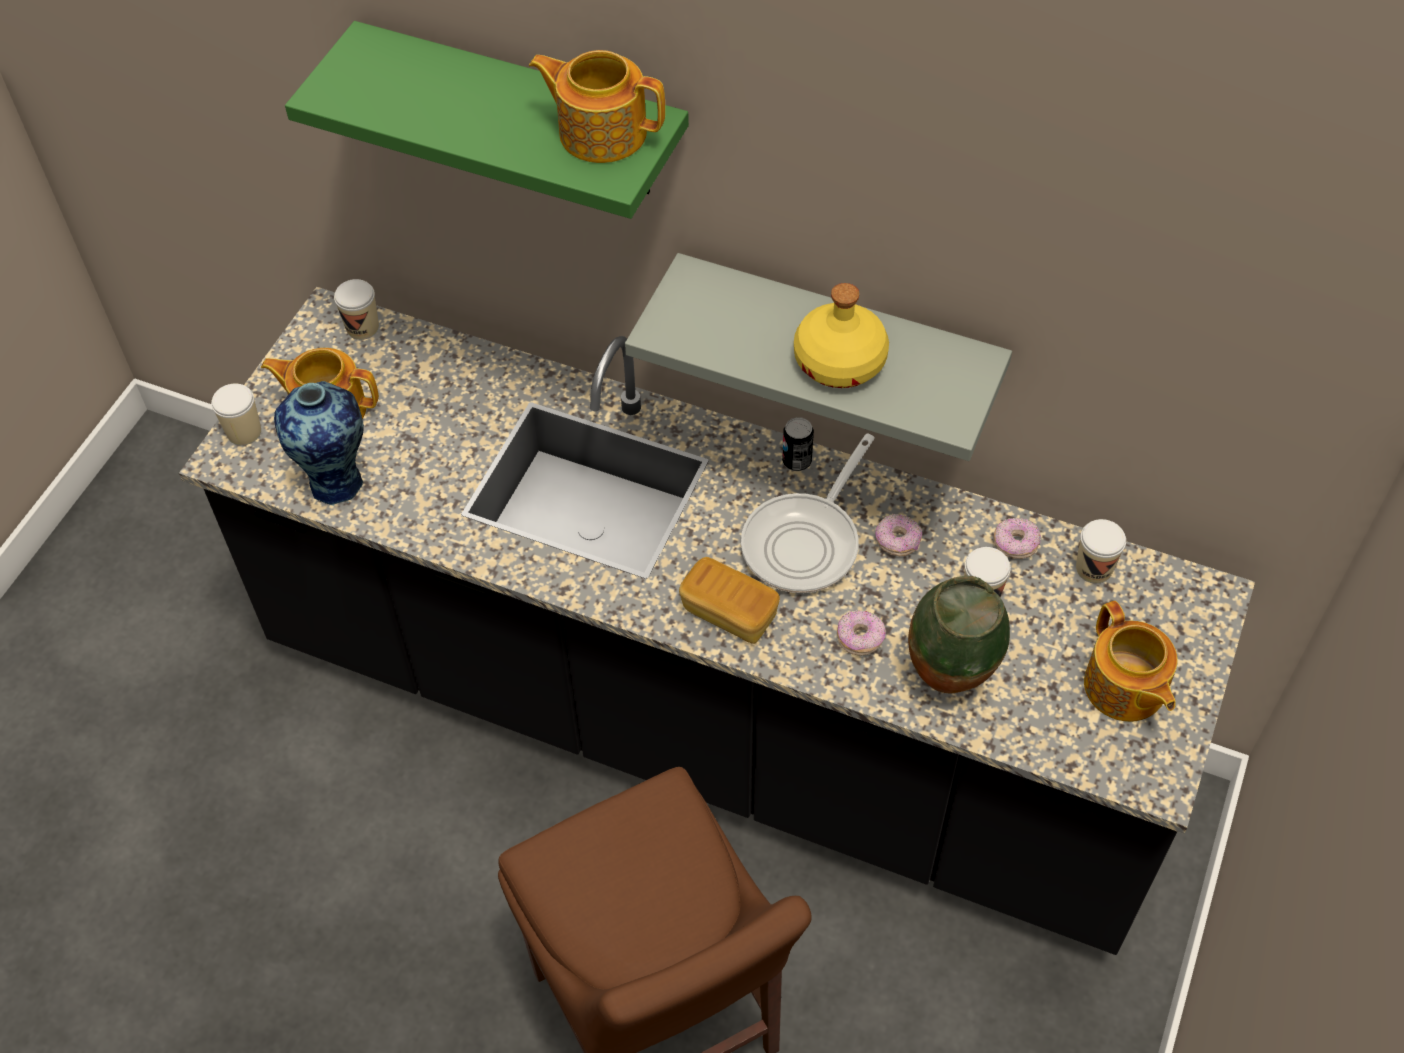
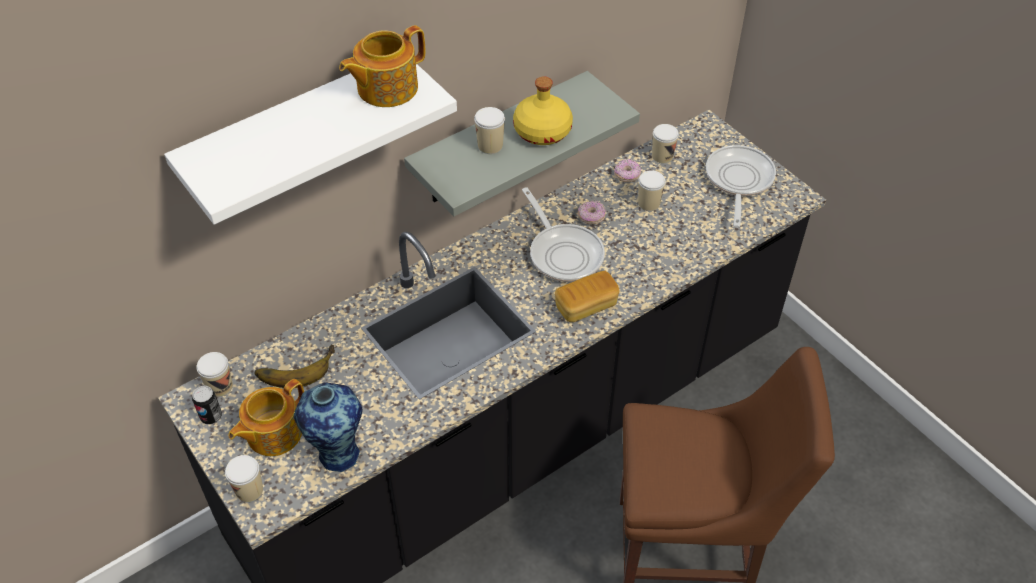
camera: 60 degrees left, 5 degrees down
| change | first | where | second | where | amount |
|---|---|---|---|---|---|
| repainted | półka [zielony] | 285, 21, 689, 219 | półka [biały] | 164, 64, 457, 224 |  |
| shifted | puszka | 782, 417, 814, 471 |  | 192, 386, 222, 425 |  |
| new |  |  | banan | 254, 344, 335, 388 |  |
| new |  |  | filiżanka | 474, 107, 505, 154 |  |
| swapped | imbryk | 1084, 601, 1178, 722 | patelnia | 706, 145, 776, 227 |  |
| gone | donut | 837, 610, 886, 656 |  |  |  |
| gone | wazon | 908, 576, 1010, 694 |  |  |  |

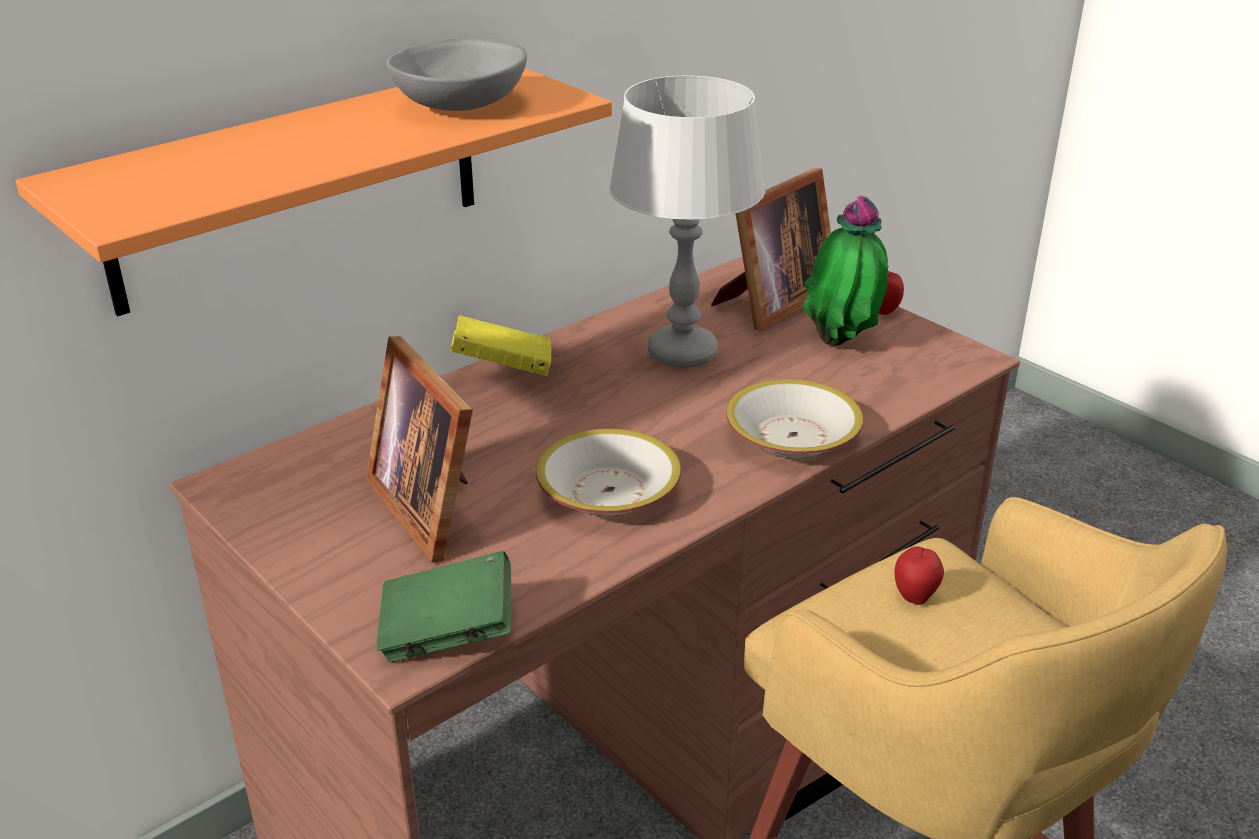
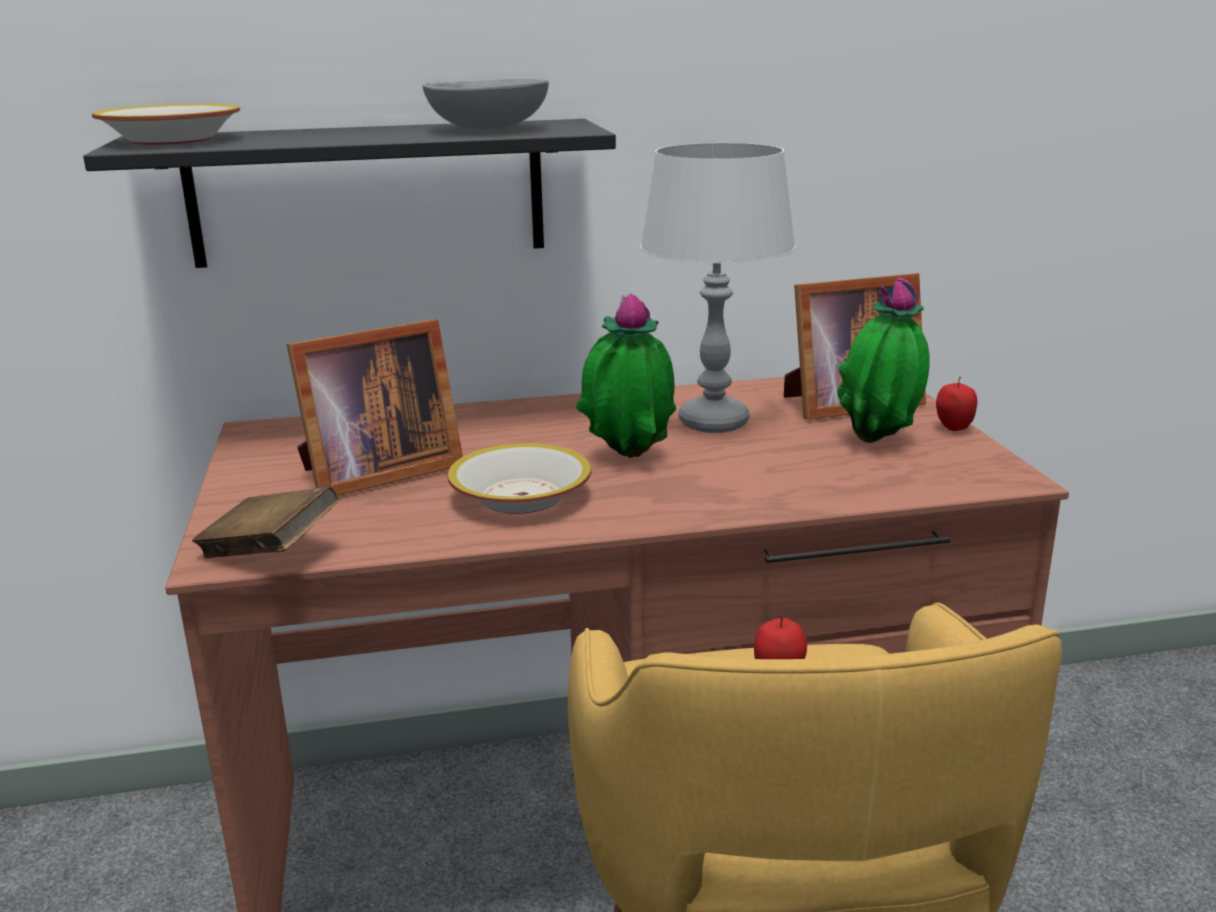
camera: 30 degrees right, 10 degrees down
| change | first | where | second | where | amount |
|---|---|---|---|---|---|
| repainted | półka [pomarańczowy] | 15, 68, 612, 316 | półka [czarny] | 83, 119, 616, 268 |  |
| shifted | miska | 726, 379, 863, 458 |  | 92, 104, 240, 145 |  |
| repainted | książka [zielony] | 376, 551, 511, 662 | książka [brązowy] | 192, 486, 338, 558 |  |
| rotated | ramka na zdjęcie | 366, 336, 473, 563 |  | 287, 319, 463, 496 | 120 degrees counterclockwise |
| new |  |  | roślina doniczkowa | 576, 293, 676, 458 |  |
| gone | książka [żółty] | 451, 315, 551, 376 |  |  |  |

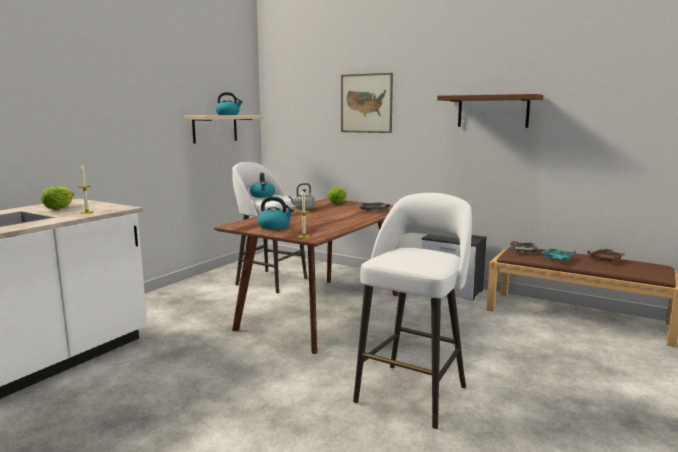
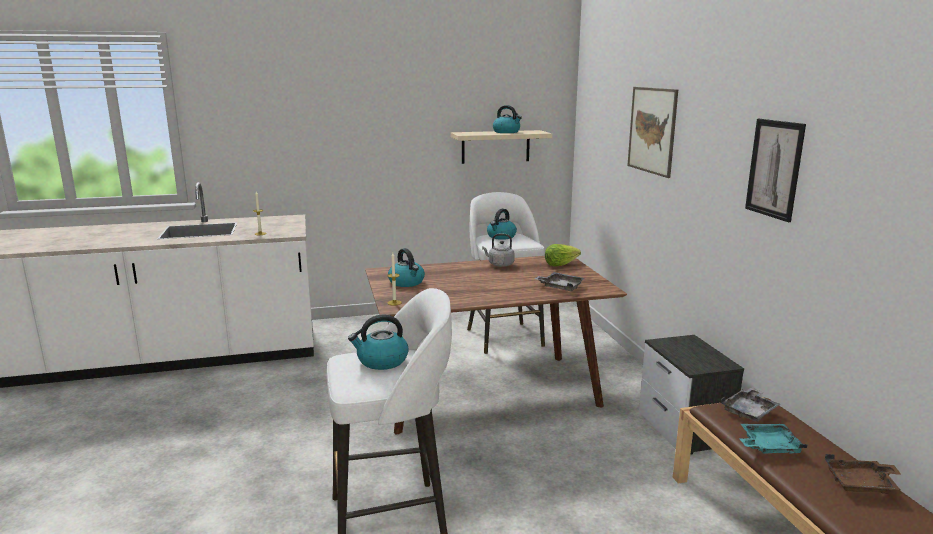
camera: 45 degrees right, 5 degrees up
| change | first | where | second | where | amount |
|---|---|---|---|---|---|
| new |  |  | czajnik | 348, 315, 409, 370 |  |
| swapped | półka [brązowy] | 437, 94, 543, 128 | obraz | 745, 119, 806, 222 |  |
| gone | sałata | 41, 186, 74, 210 |  |  |  |

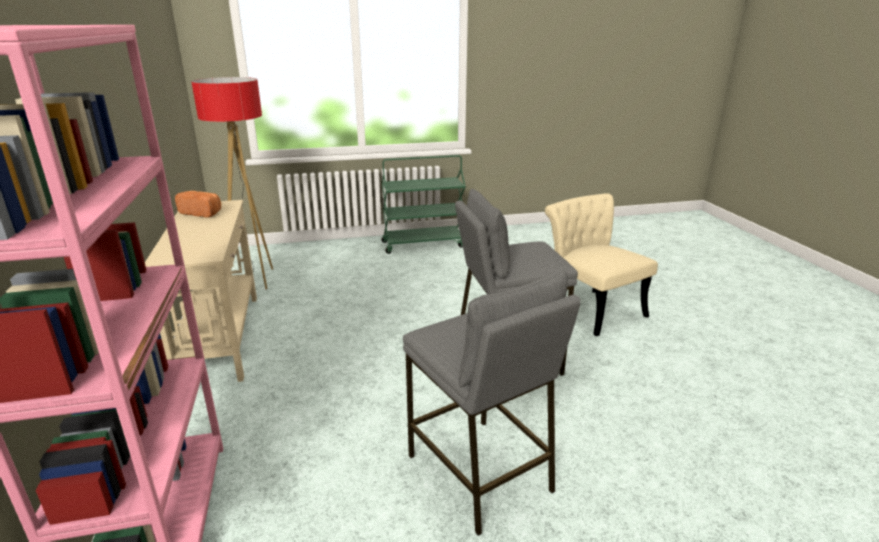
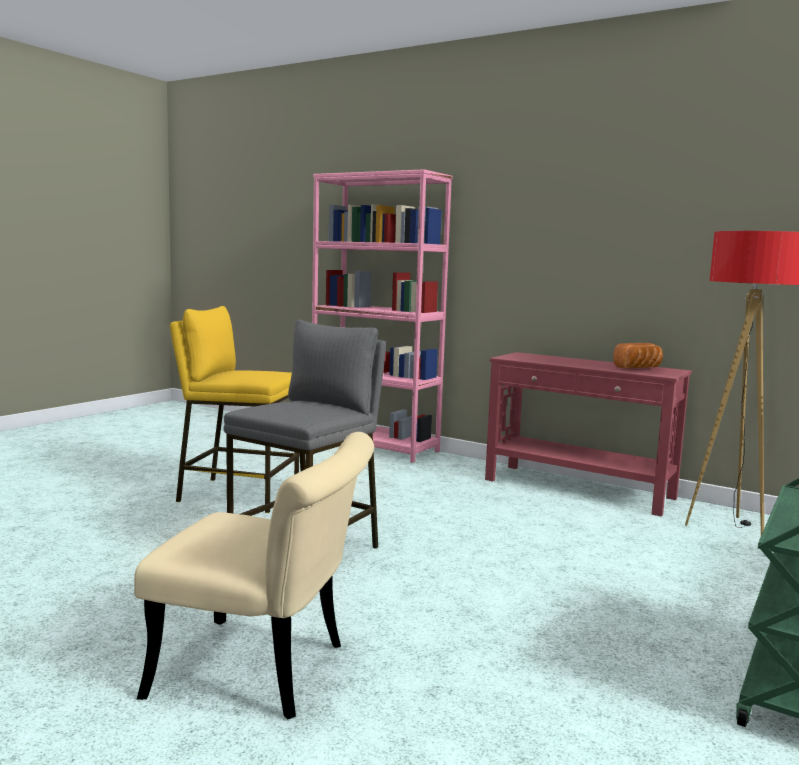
camera: 135 degrees right, 15 degrees down
| change | first | where | second | where | amount |
|---|---|---|---|---|---|
| repainted | stołek [szary] | 403, 270, 581, 536 | stołek [żółty] | 170, 306, 299, 513 |  |
| repainted | stolik konsolowy [beżowy] | 145, 200, 257, 382 | stolik konsolowy [czerwony] | 485, 352, 692, 517 |  |

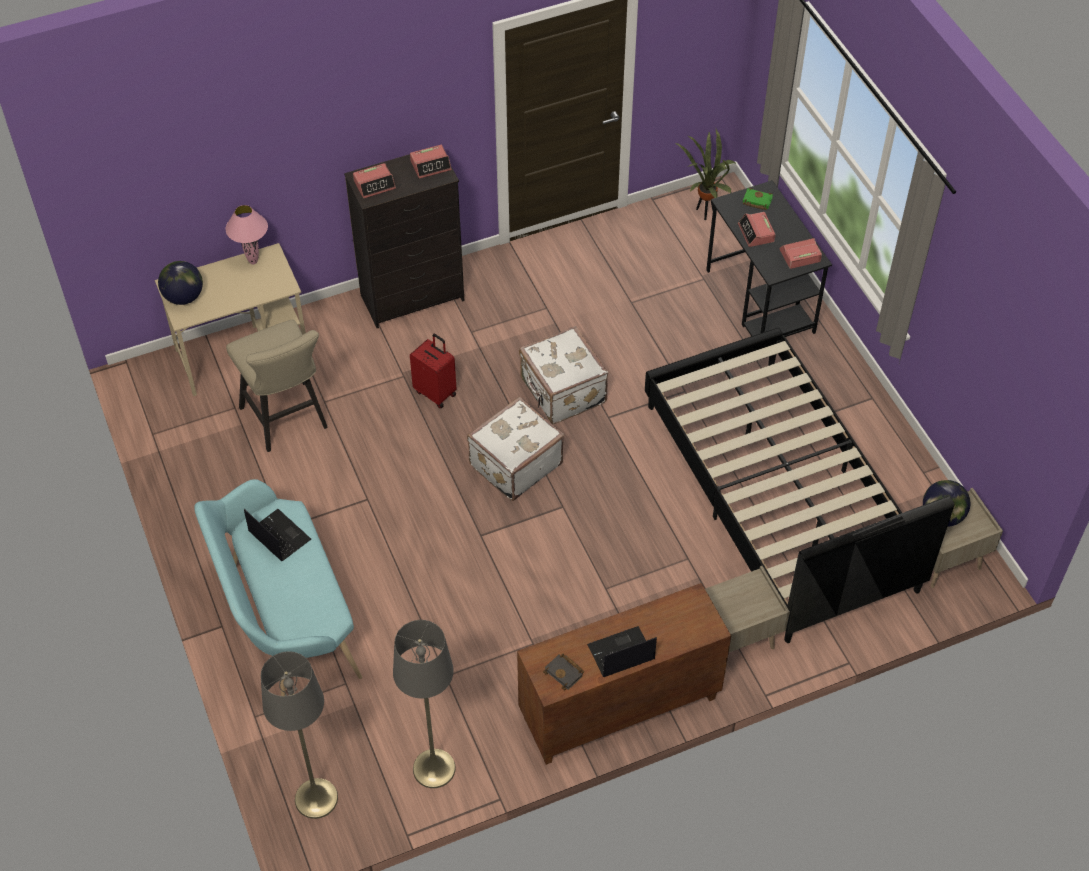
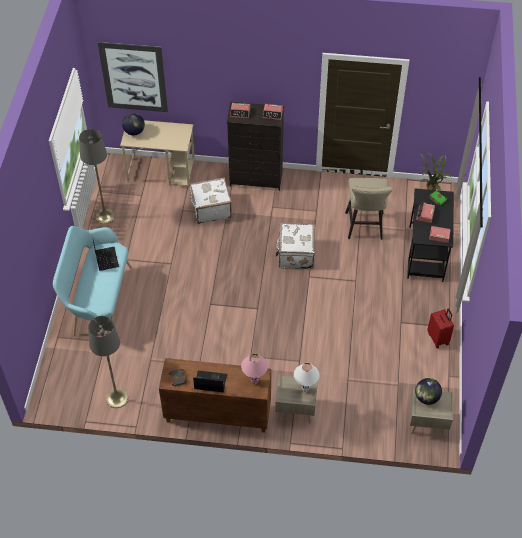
camera: 30 degrees right, 0 degrees up
| change | first | where | second | where | amount |
|---|---|---|---|---|---|
| shifted | lampa stojąca [szary] | 261, 651, 338, 819 |  | 79, 129, 115, 224 |  |
| new |  |  | obraz | 98, 42, 168, 112 |  |
| shifted | walizka [biały] | 467, 396, 564, 501 |  | 189, 177, 232, 224 |  |
| shifted | lampa stołowa [różowy] | 226, 205, 268, 264 |  | 241, 354, 268, 384 |  |
| new |  |  | lampa stołowa [biały] | 294, 363, 320, 392 |  |
| shifted | stołek [beżowy] | 226, 320, 328, 452 |  | 345, 178, 393, 240 |  |
| shifted | walizka [czerwony] | 410, 334, 457, 408 |  | 427, 309, 454, 348 |  |
| gone | łóżko [czarny] | 645, 328, 955, 643 |  |  |  |

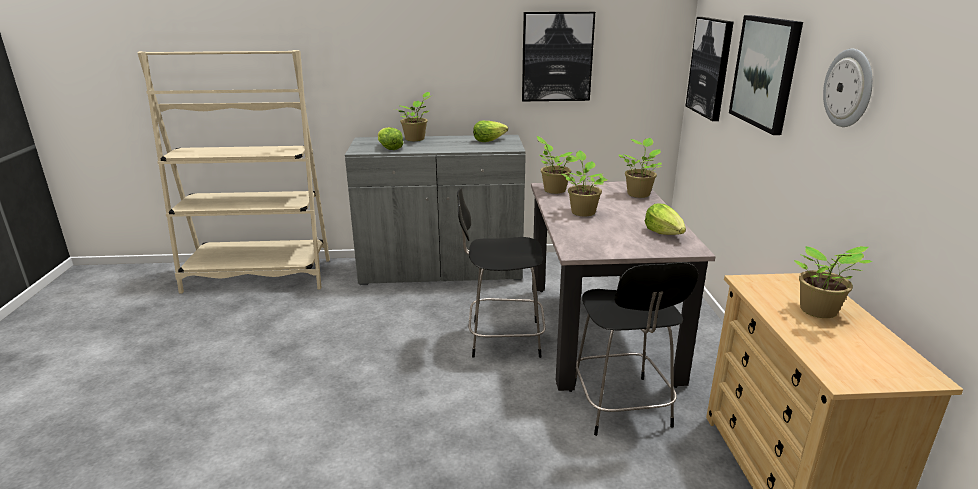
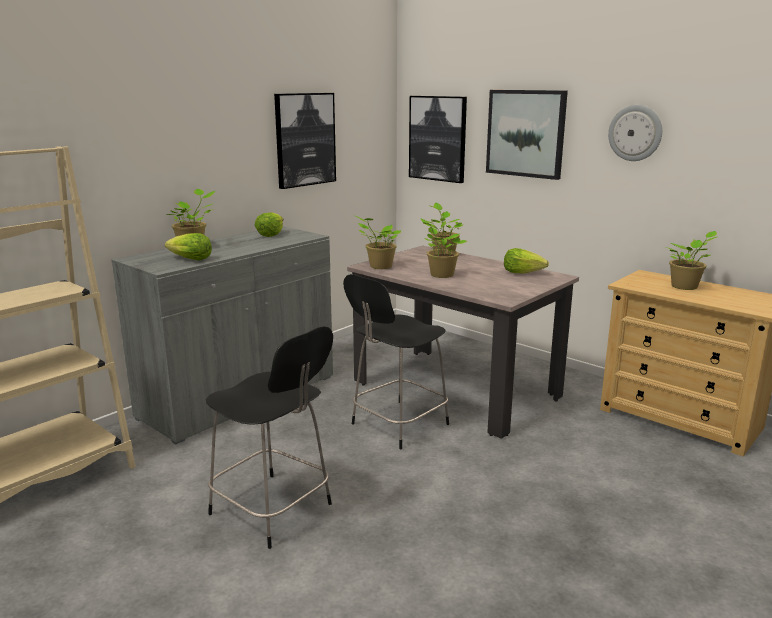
camera: 45 degrees left, 5 degrees down
| change | first | where | second | where | amount |
|---|---|---|---|---|---|
| shifted | stołek [czarny] | 575, 262, 698, 436 |  | 206, 326, 333, 549 |  |

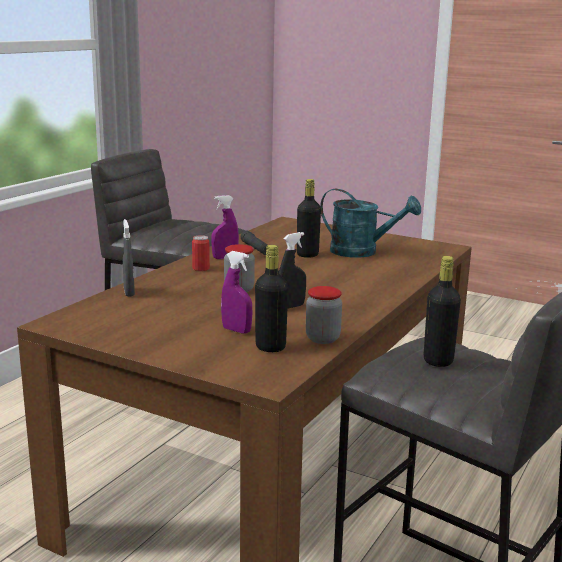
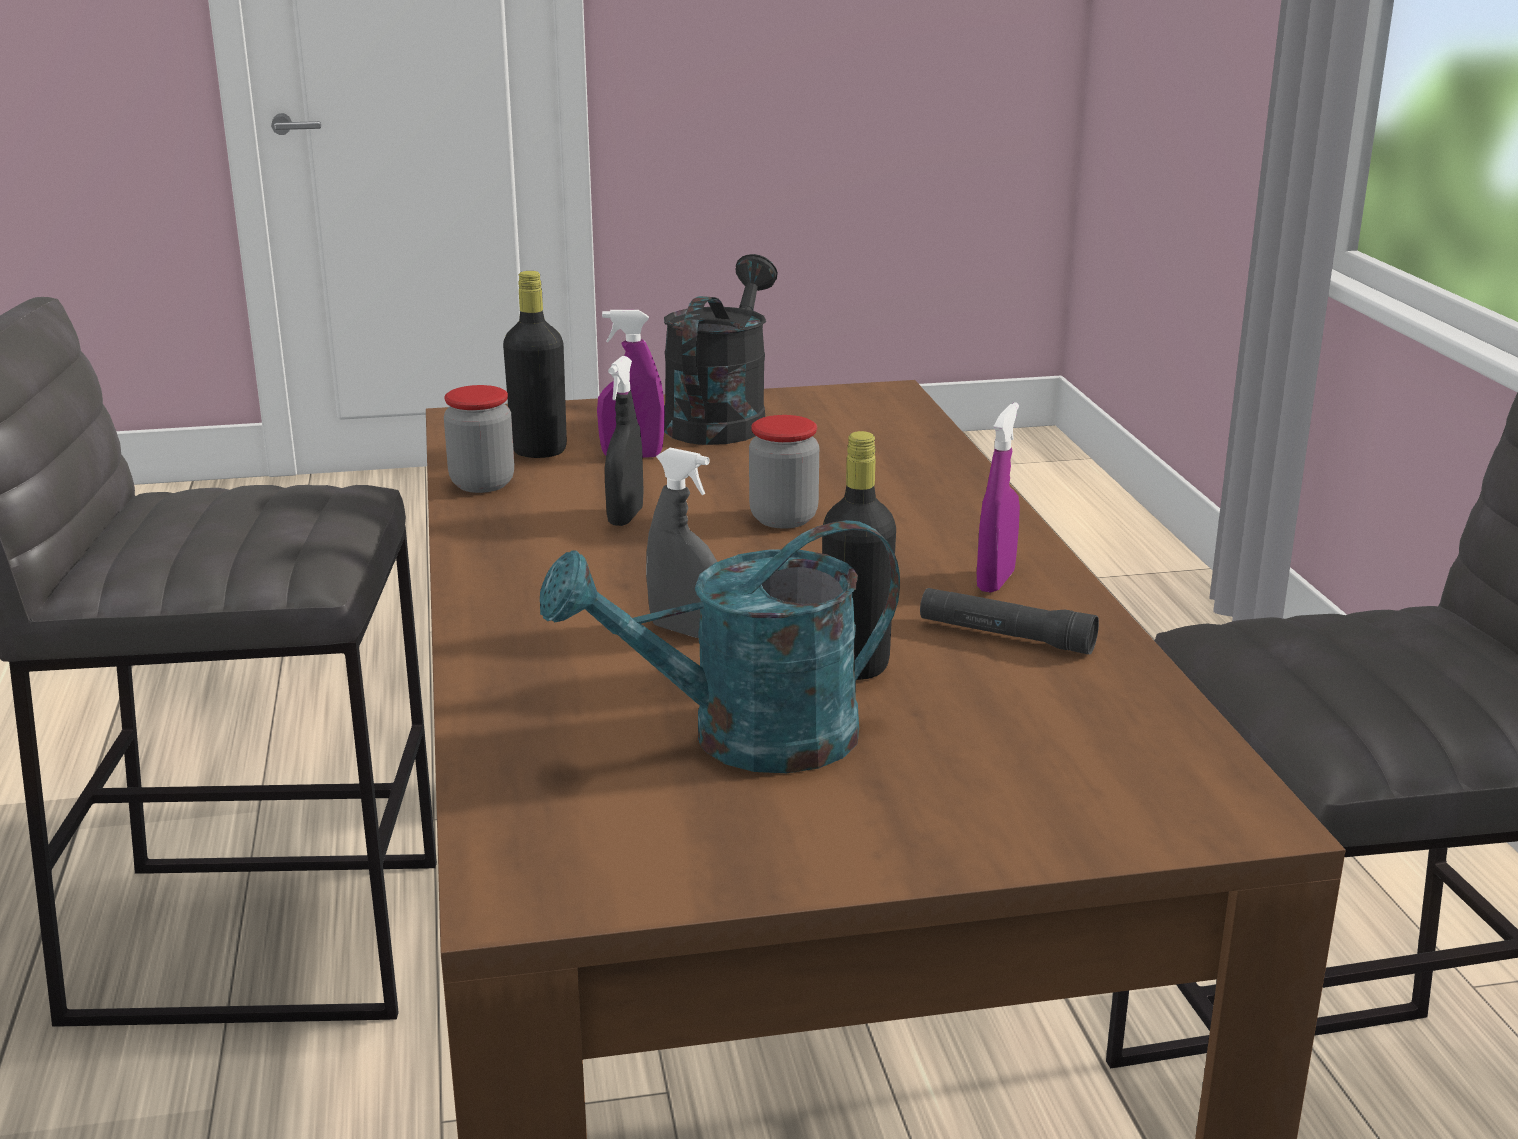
camera: 140 degrees right, 5 degrees up
| change | first | where | second | where | amount |
|---|---|---|---|---|---|
| shifted | spryskiwacz [szary] | 123, 219, 135, 297 |  | 646, 448, 717, 638 |  |
| new |  |  | konewka [czarny] | 664, 254, 778, 445 |  |
| gone | puszka | 192, 235, 210, 271 |  |  |  |
| gone | butelka [czarny] | 424, 256, 461, 367 |  |  |  |

